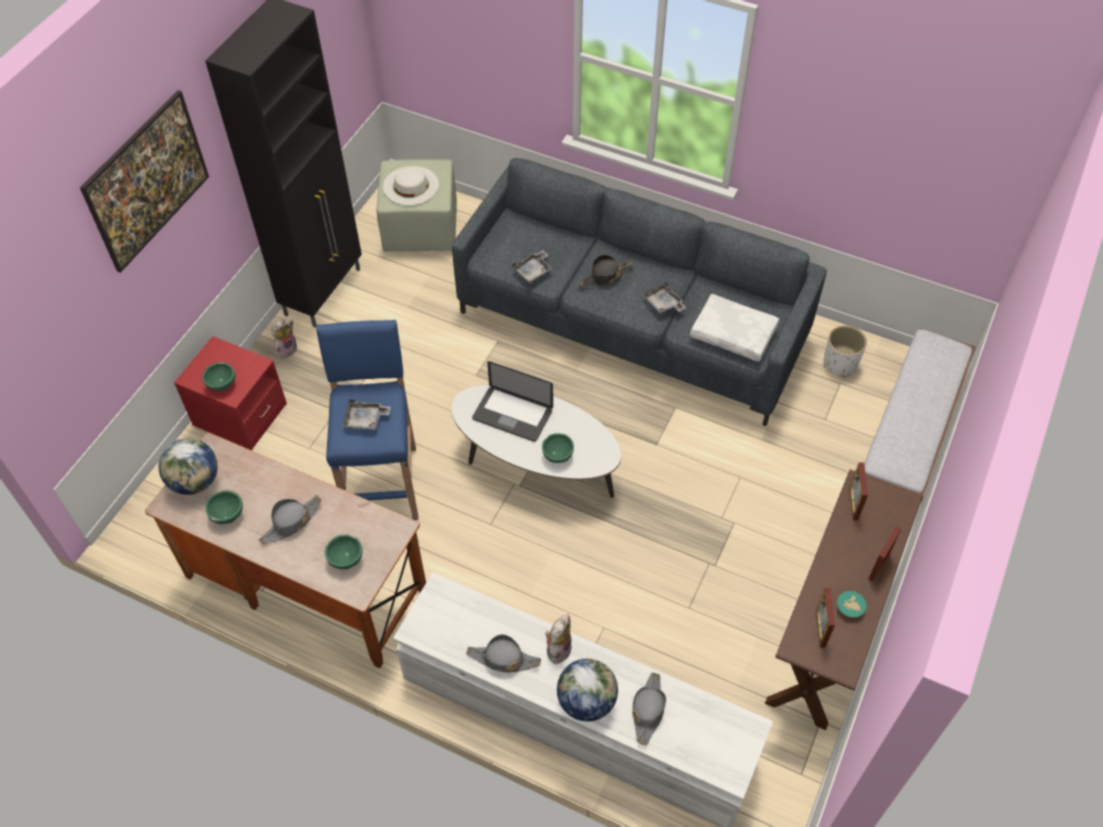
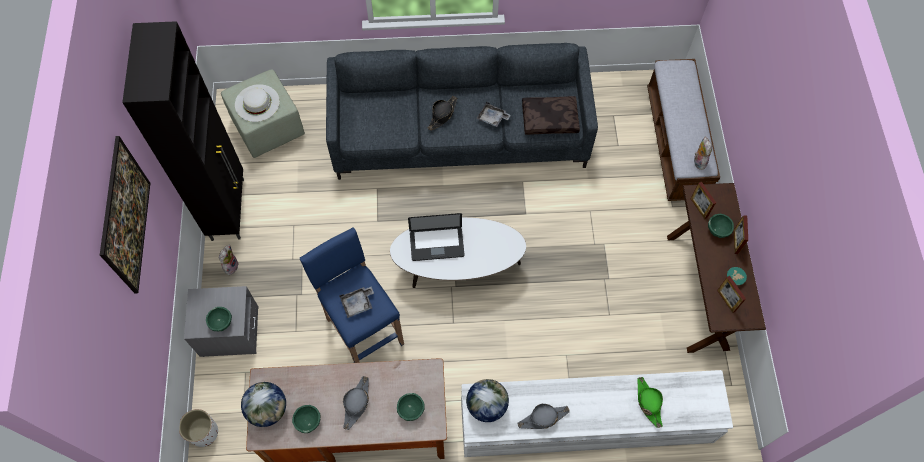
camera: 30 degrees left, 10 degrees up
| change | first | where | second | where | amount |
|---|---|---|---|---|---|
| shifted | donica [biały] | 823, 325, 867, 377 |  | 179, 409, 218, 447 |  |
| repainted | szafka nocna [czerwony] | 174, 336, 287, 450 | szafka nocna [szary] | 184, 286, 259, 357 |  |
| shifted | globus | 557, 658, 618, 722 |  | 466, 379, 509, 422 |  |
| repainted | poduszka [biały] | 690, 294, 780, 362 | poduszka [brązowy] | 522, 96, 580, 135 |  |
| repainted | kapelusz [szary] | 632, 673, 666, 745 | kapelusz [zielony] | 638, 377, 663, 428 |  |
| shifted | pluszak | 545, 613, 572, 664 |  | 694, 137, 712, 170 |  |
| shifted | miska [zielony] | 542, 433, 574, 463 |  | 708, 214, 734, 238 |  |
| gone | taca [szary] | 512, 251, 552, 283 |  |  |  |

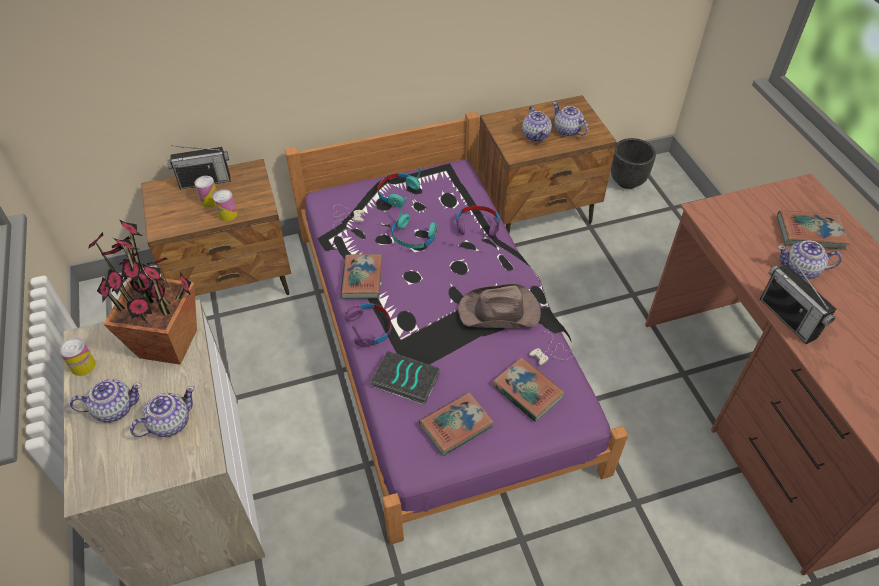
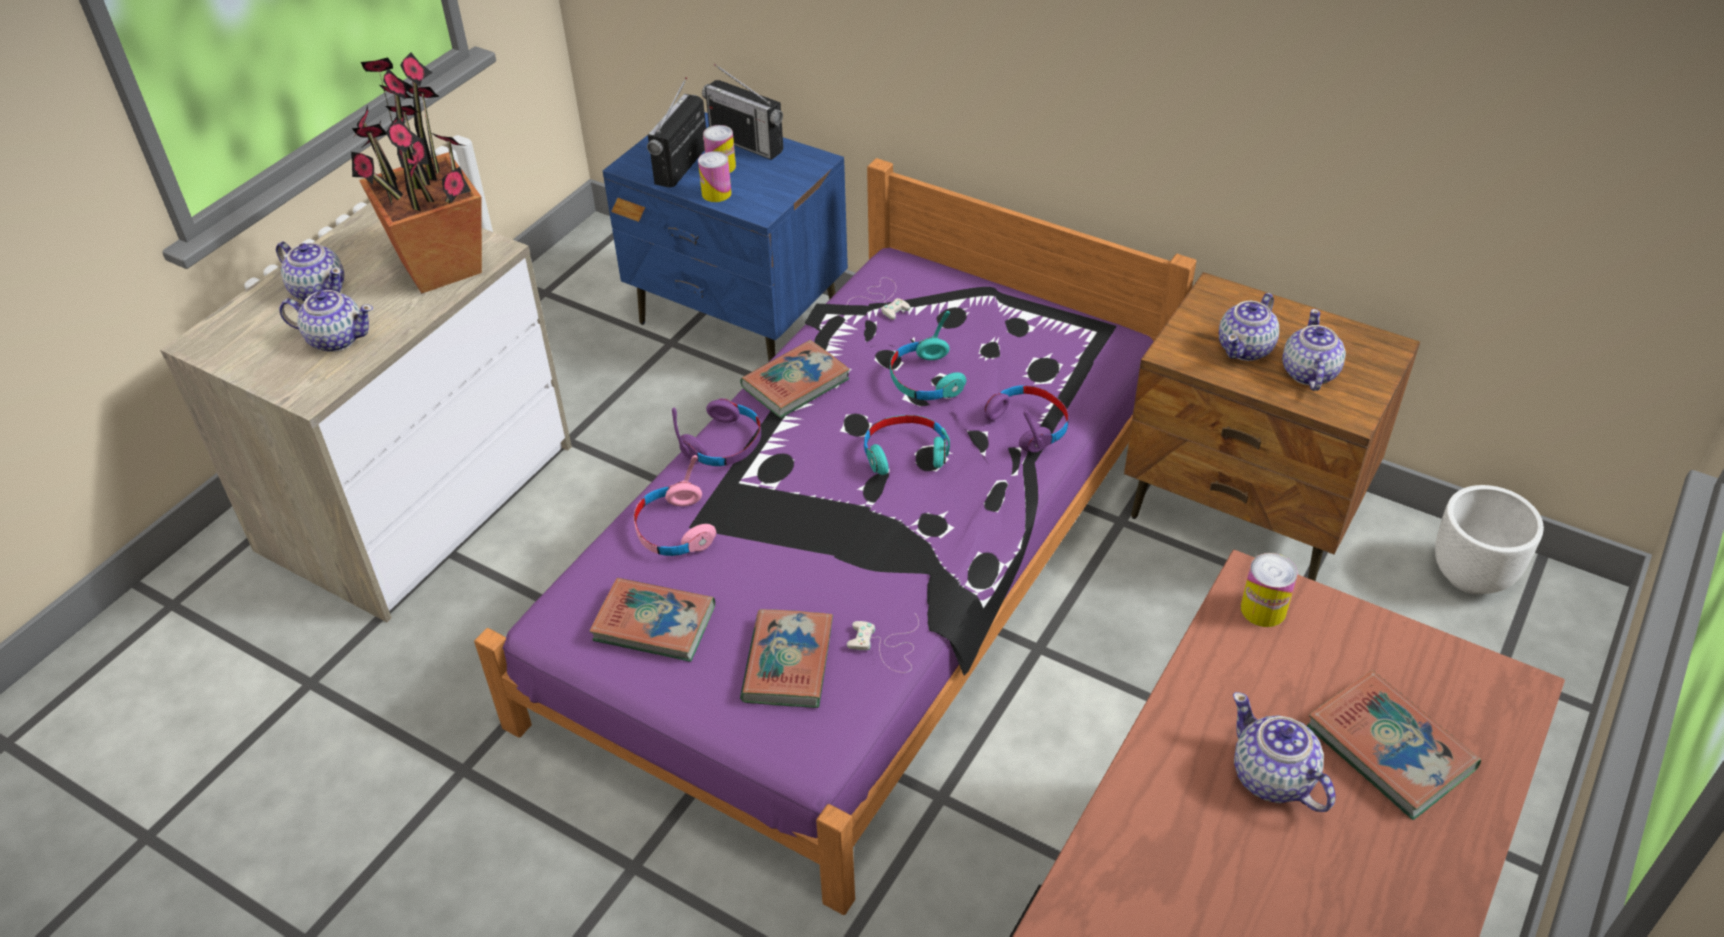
camera: 50 degrees right, 5 degrees down
| change | first | where | second | where | amount |
|---|---|---|---|---|---|
| repainted | szafka nocna [brązowy] | 141, 159, 291, 296 | szafka nocna [niebieski] | 603, 112, 848, 361 |  |
| swapped | książka | 370, 351, 440, 405 | słuchawki [różowy] | 634, 455, 717, 556 |  |
| shifted | radio | 760, 258, 836, 344 |  | 647, 77, 706, 187 |  |
| shifted | słuchawki [turkusowy] | 378, 167, 421, 207 |  | 864, 415, 950, 475 |  |
| shifted | puszka | 59, 338, 96, 376 |  | 1241, 553, 1298, 627 |  |
| repainted | donica [czarny] | 611, 138, 656, 189 | donica [biały] | 1435, 485, 1544, 594 |  |
| gone | kapelusz [brązowy] | 458, 283, 541, 328 |  |  |  |

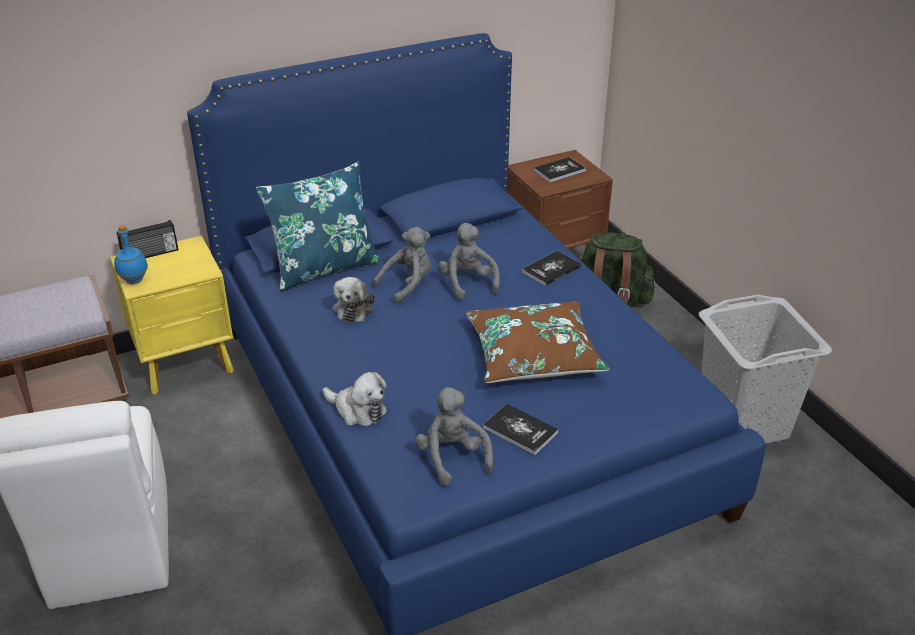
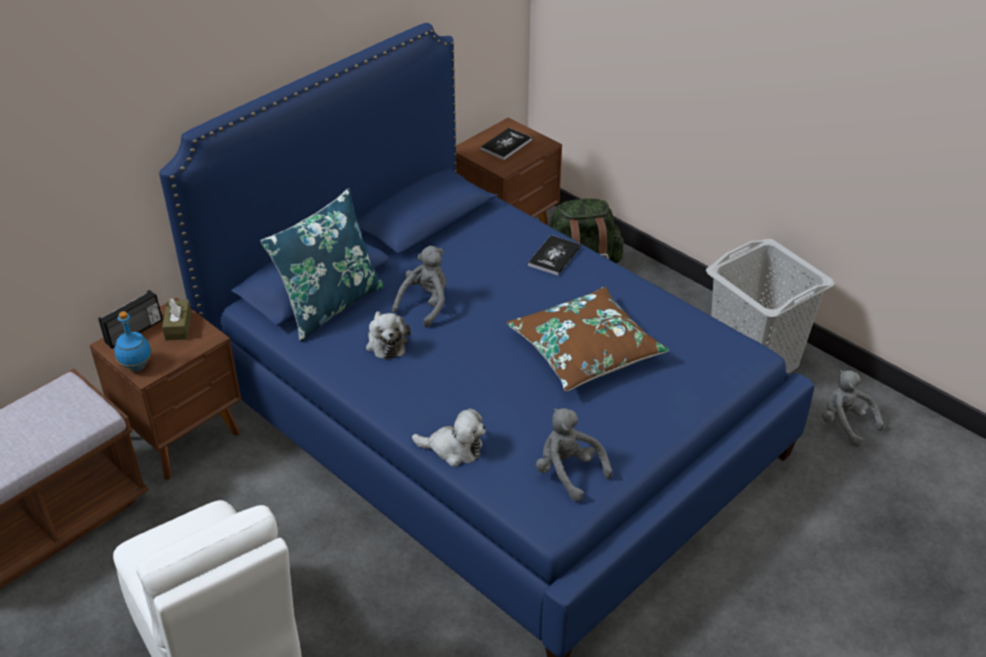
camera: 20 degrees left, 5 degrees up
| change | first | where | second | where | amount |
|---|---|---|---|---|---|
| repainted | szafka nocna [żółty] | 110, 236, 234, 395 | szafka nocna [brązowy] | 90, 298, 241, 479 |  |
| new |  |  | pudełko chusteczek [brązowy] | 162, 298, 192, 341 |  |
| shifted | pluszak [szary] | 438, 223, 500, 300 |  | 822, 370, 884, 447 |  |
| gone | książka | 483, 404, 559, 455 |  |  |  |

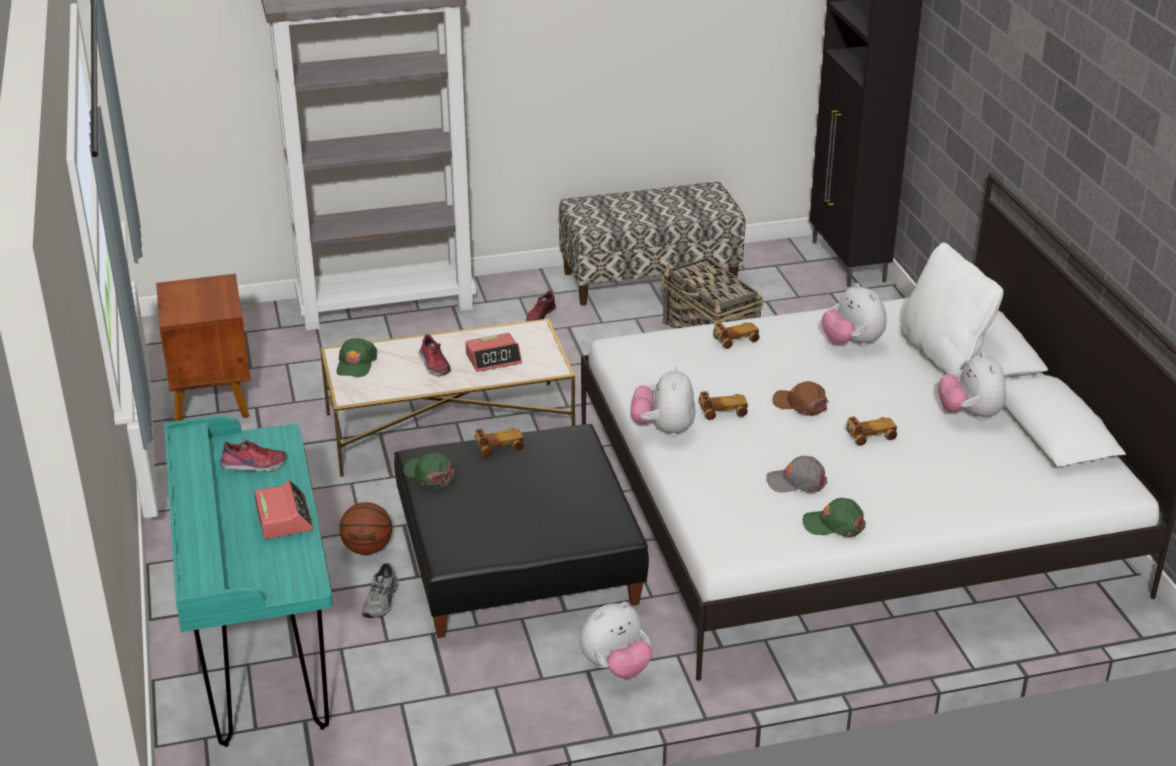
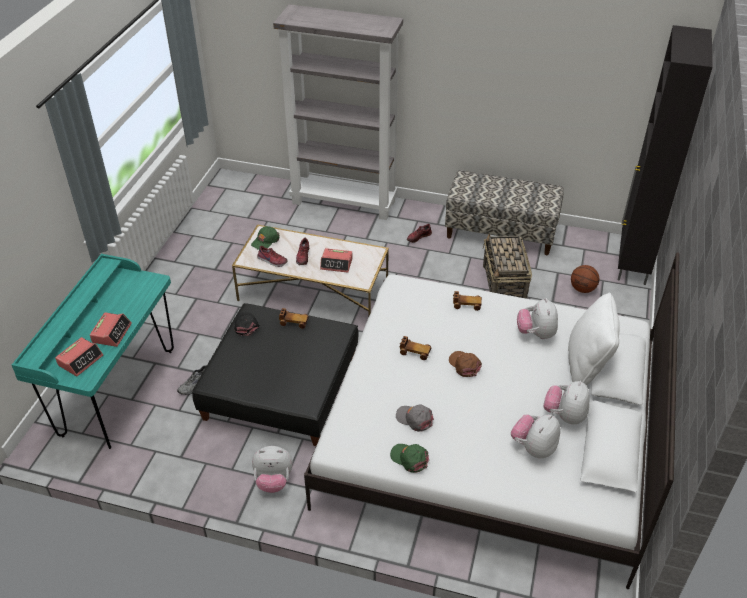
camera: 30 degrees right, 10 degrees up
| change | first | where | second | where | amount |
|---|---|---|---|---|---|
| new |  |  | budzik | 55, 337, 103, 376 |  |
| repainted | czapka z daszkiem [zielony] | 404, 453, 455, 489 | czapka z daszkiem [czarny] | 234, 312, 259, 336 |  |
| shifted | but | 220, 440, 286, 471 |  | 257, 246, 288, 267 |  |
| shifted | pluszak | 630, 367, 695, 437 |  | 511, 414, 560, 458 |  |
| shifted | piłka do koszykówki | 339, 502, 392, 555 |  | 571, 265, 599, 293 |  |
| gone | szafka nocna [brązowy] | 156, 274, 251, 421 |  |  |  |
| gone | samochodzik | 846, 417, 897, 446 |  |  |  |

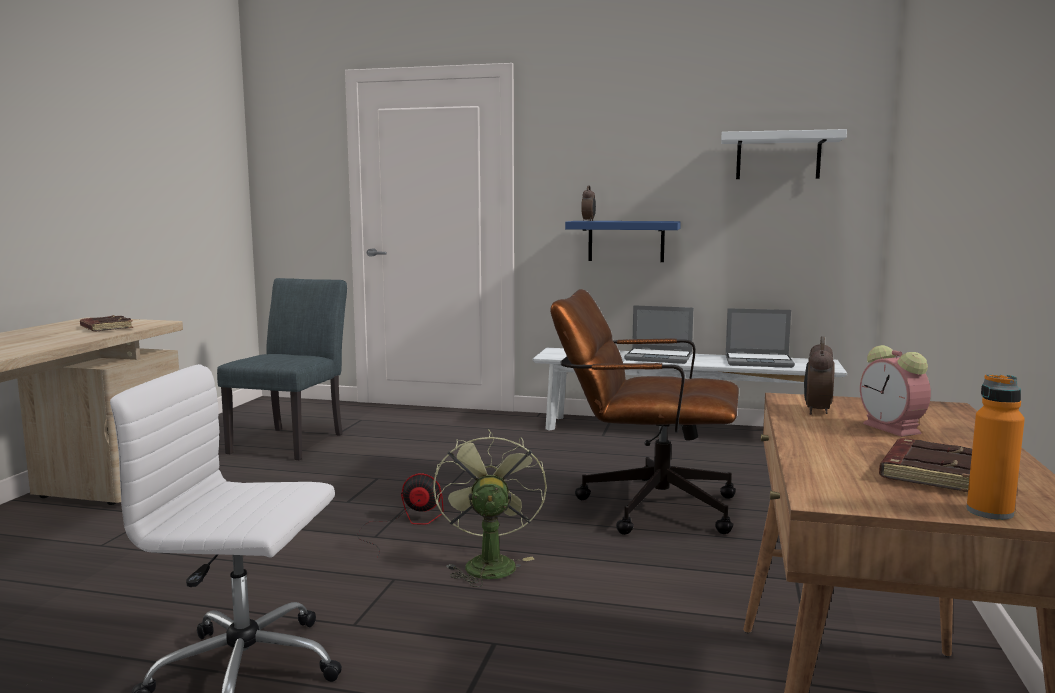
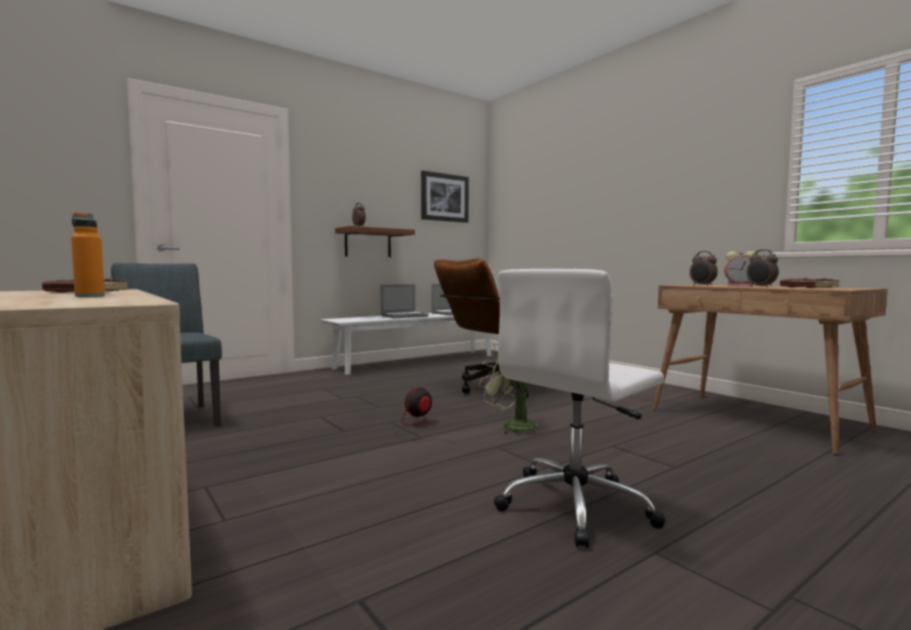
camera: 50 degrees left, 5 degrees down
| change | first | where | second | where | amount |
|---|---|---|---|---|---|
| shifted | butelka [pomarańczowy] | 966, 374, 1025, 520 |  | 71, 212, 105, 297 |  |
| repainted | półka [niebieski] | 565, 221, 681, 262 | półka [brązowy] | 335, 226, 415, 257 |  |
| swapped | półka [biały] | 721, 129, 847, 179 | obraz | 421, 171, 469, 223 |  |
| new |  |  | budzik | 747, 249, 779, 287 |  |

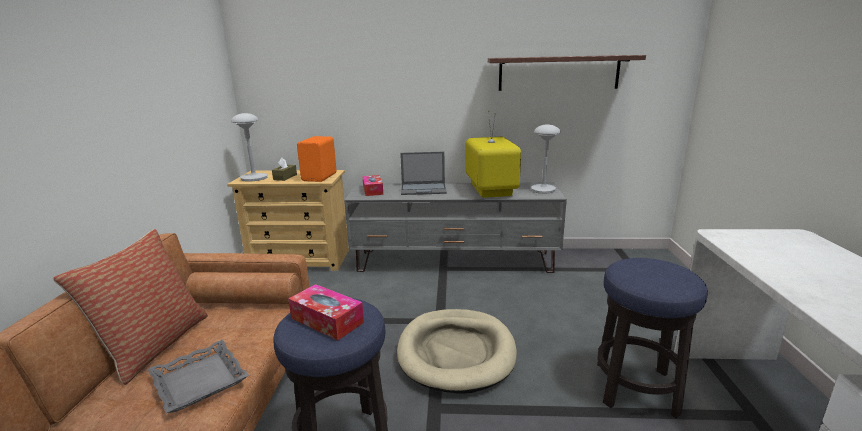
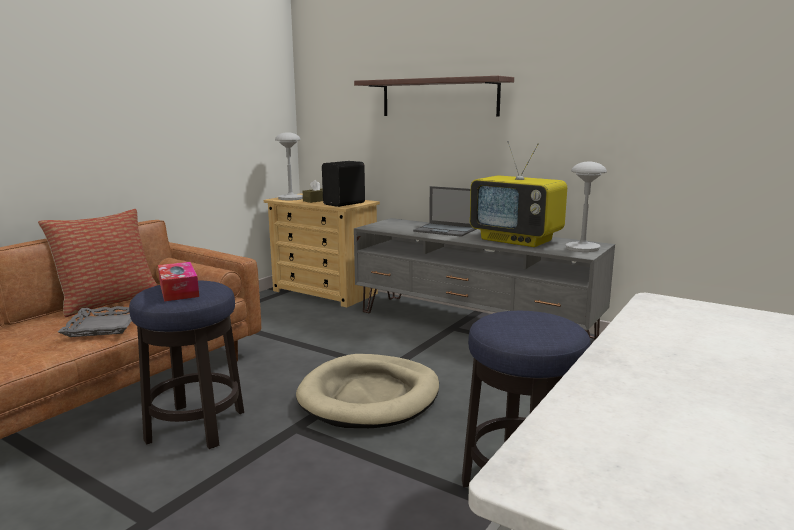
camera: 30 degrees right, 5 degrees down
| change | first | where | second | where | amount |
|---|---|---|---|---|---|
| repainted | głośnik [pomarańczowy] | 297, 136, 337, 182 | głośnik [czarny] | 322, 161, 365, 207 |  |
| shifted | półka | 488, 55, 646, 91 |  | 354, 76, 514, 117 |  |
| rotated | telewizor | 465, 111, 521, 198 |  | 470, 141, 567, 247 | 105 degrees clockwise |
| gone | pudełko chusteczek | 362, 175, 383, 196 |  |  |  |

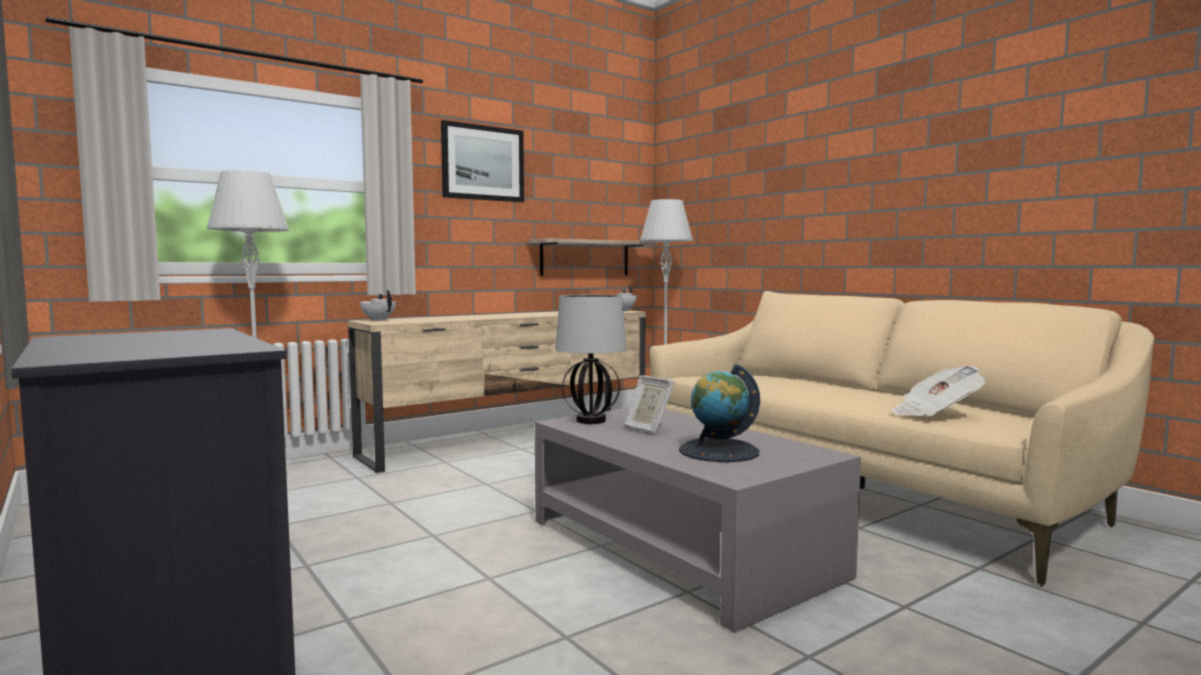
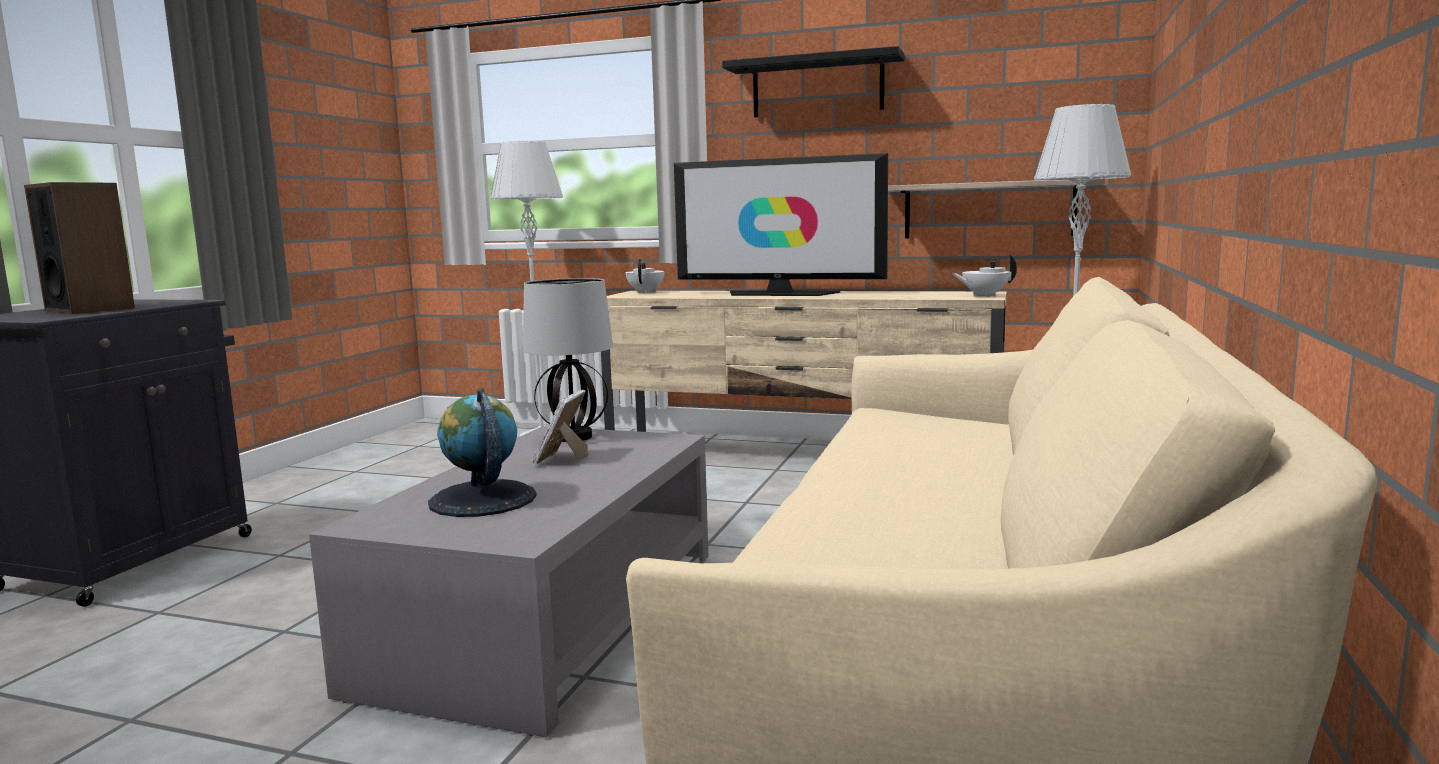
camera: 55 degrees right, 5 degrees up
| change | first | where | second | where | amount |
|---|---|---|---|---|---|
| new |  |  | głośnik | 24, 182, 135, 314 |  |
| new |  |  | telewizor | 674, 153, 888, 296 |  |
| swapped | obraz | 441, 120, 524, 202 | półka [czarny] | 722, 46, 905, 117 |  |
| gone | gazeta | 891, 366, 986, 417 |  |  |  |

